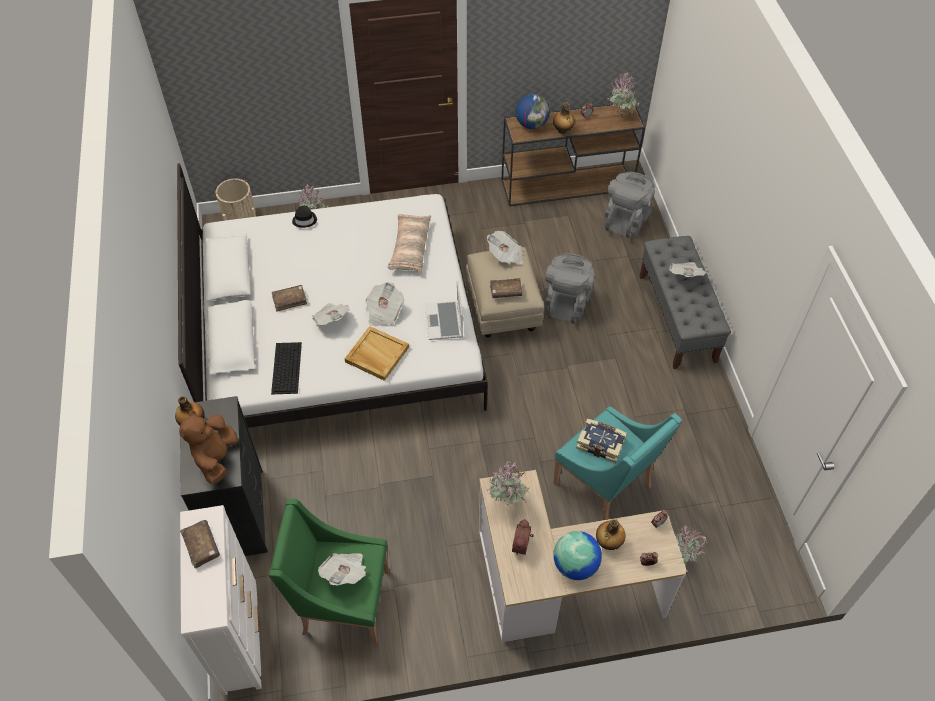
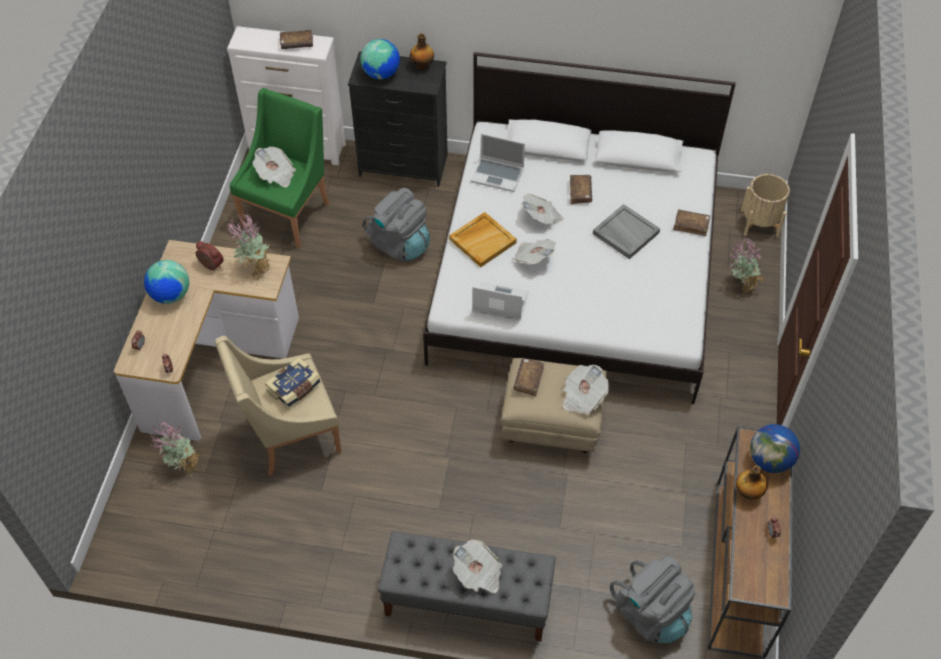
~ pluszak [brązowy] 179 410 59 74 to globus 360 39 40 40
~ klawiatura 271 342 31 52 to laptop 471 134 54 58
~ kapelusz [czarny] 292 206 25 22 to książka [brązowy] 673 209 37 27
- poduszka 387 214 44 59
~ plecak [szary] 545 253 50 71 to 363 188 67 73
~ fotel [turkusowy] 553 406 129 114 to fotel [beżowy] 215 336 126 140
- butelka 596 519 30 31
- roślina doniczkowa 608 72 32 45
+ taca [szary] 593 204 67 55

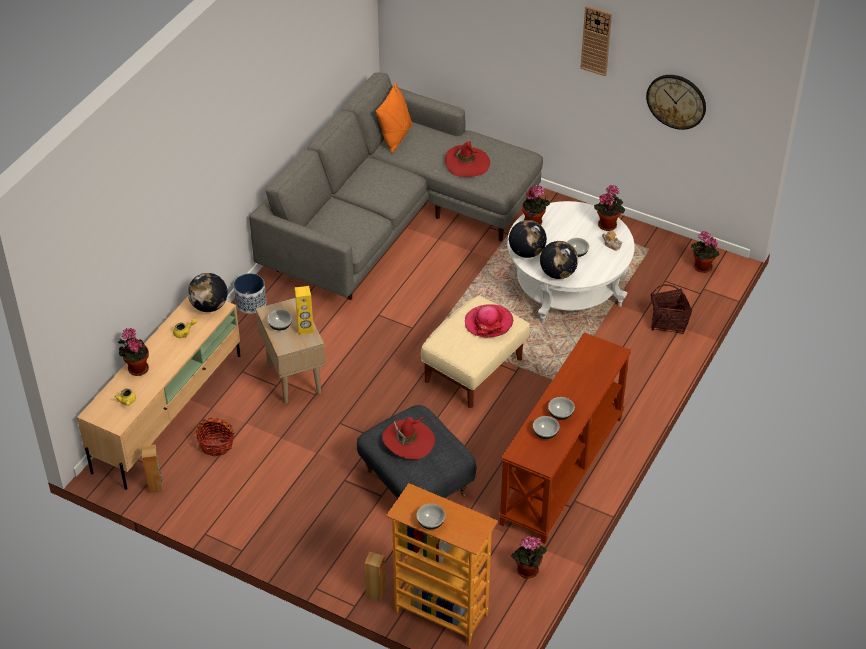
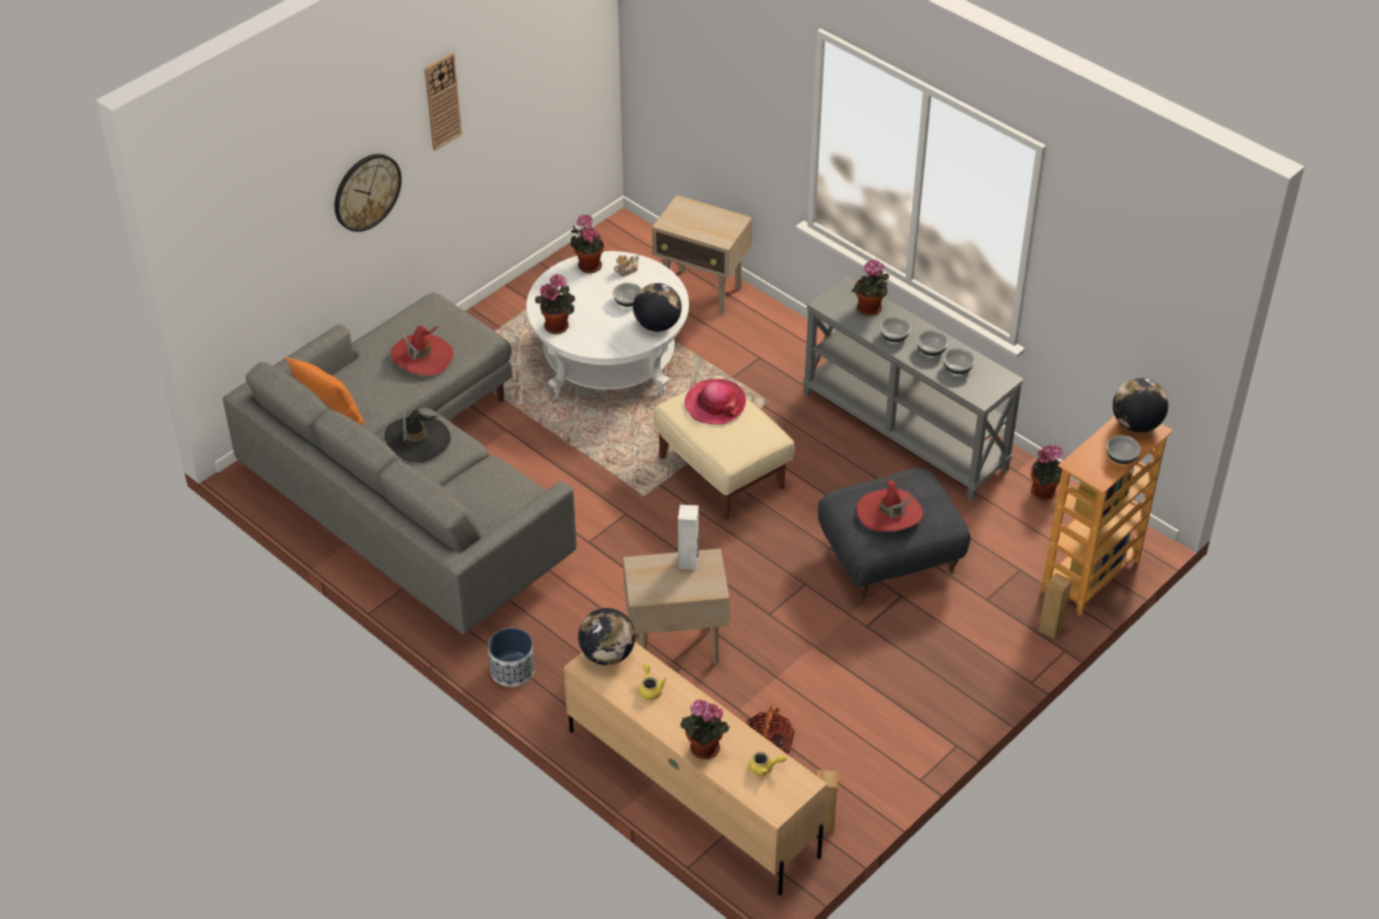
~ miska 267 310 25 20 to 879 317 32 25
~ głośnik [żółty] 295 286 19 49 to głośnik [biały] 678 505 21 65
~ stolik konsolowy [brązowy] 499 332 132 212 to stolik konsolowy [szary] 803 275 221 225
~ globus 509 220 38 38 to 1113 378 55 55
~ zegar ścienny 646 75 60 55 to 334 154 68 78
~ koszyk 651 284 41 50 to stolik [beżowy] 652 195 100 119
~ roślina doniczkowa 691 231 28 42 to 852 259 37 57
+ kapelusz [czarny] 385 409 66 54

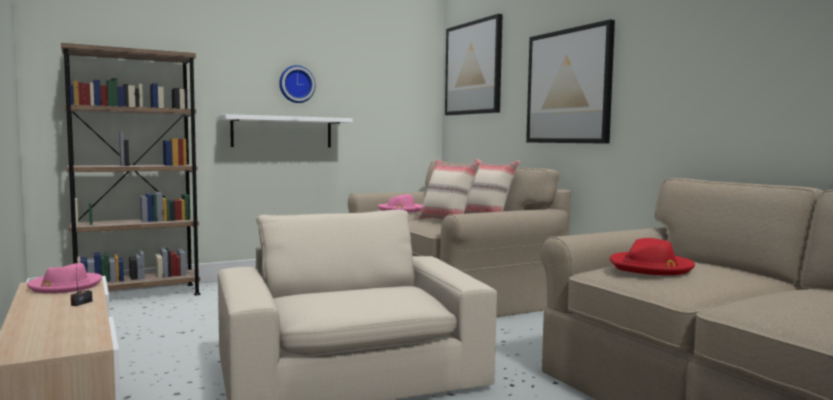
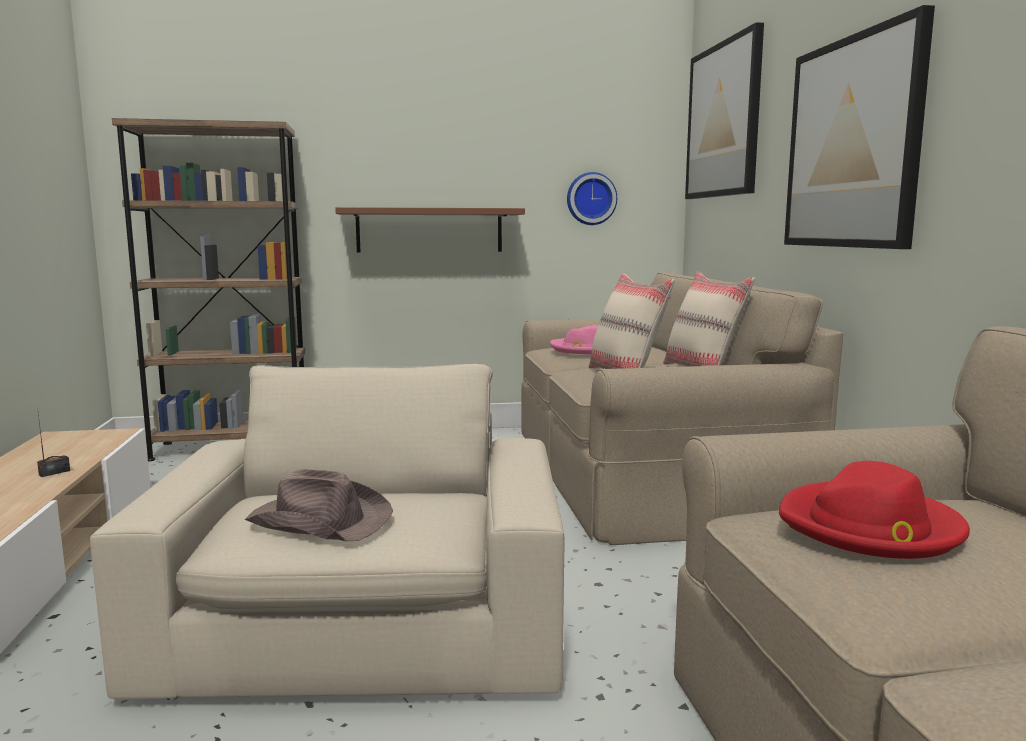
- kapelusz [różowy] 27 263 75 31
~ półka [biały] 218 114 135 33 to półka [brązowy] 335 207 190 45
~ zegar ścienny 279 65 36 38 to 567 172 50 53
+ kapelusz [brązowy] 245 469 148 72

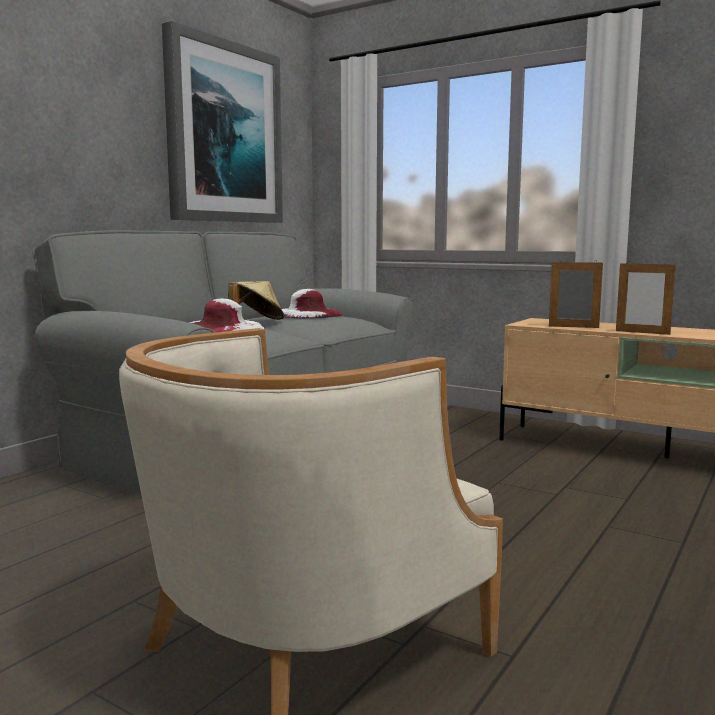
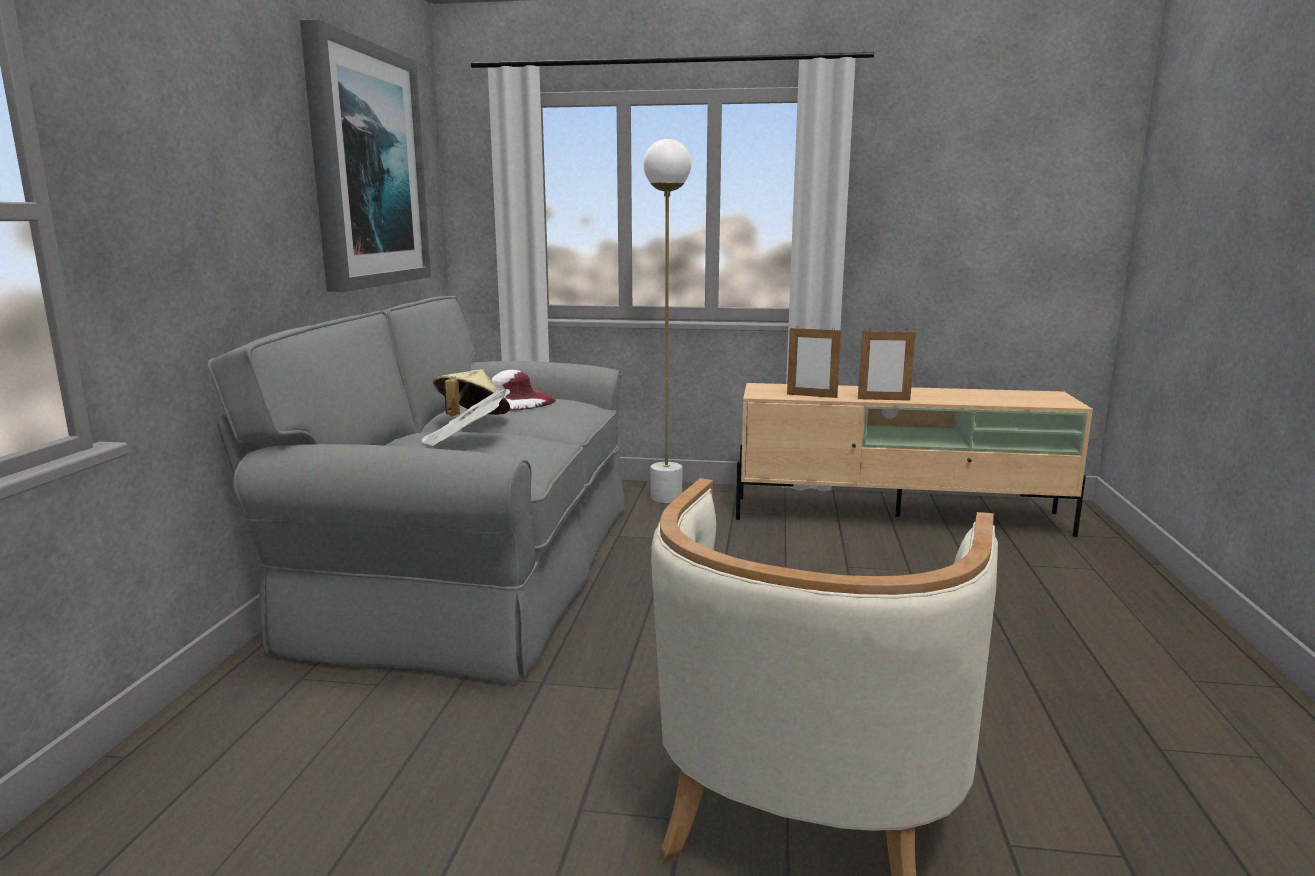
~ kapelusz [biały] 189 299 76 34 to gazeta 421 389 89 57
~ ramka na zdjęcie 549 260 54 68 = 787 326 54 72 150 degrees counterclockwise
+ lampa stojąca [biały] 643 139 48 364

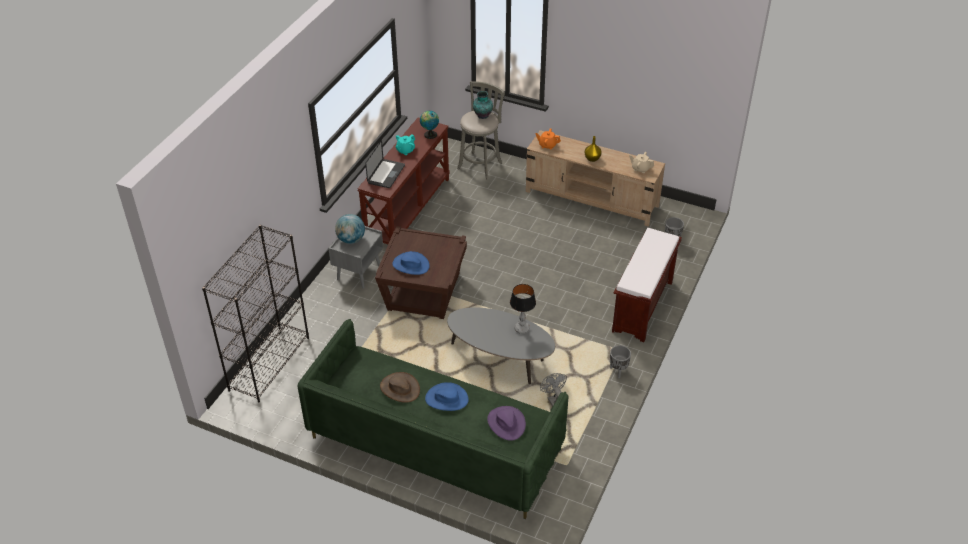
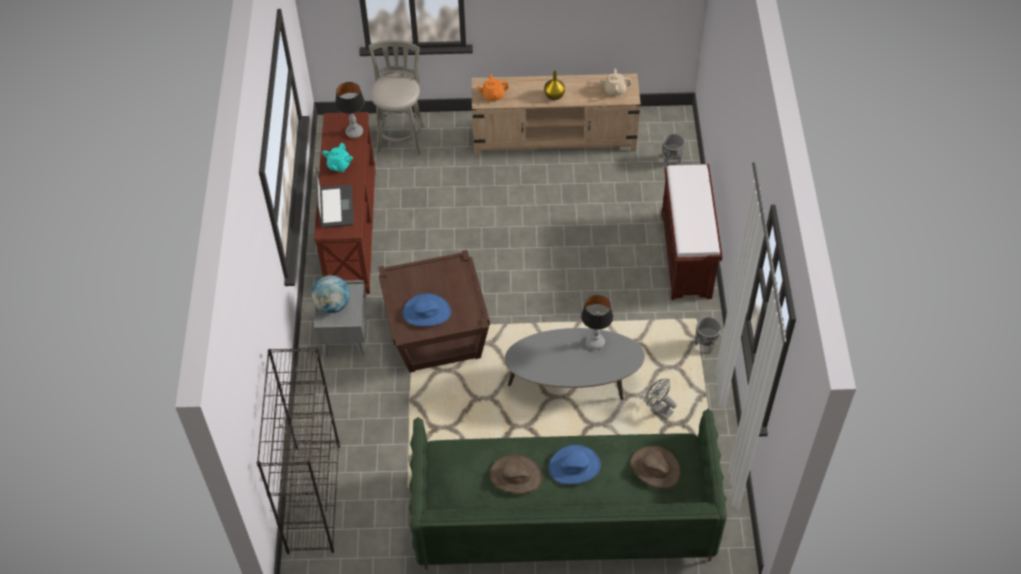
~ globus 420 111 19 28 to lampa stołowa 335 82 30 56
- wazon 473 91 20 28
~ kapelusz [fioletowy] 487 406 39 35 to kapelusz [brązowy] 631 446 50 43

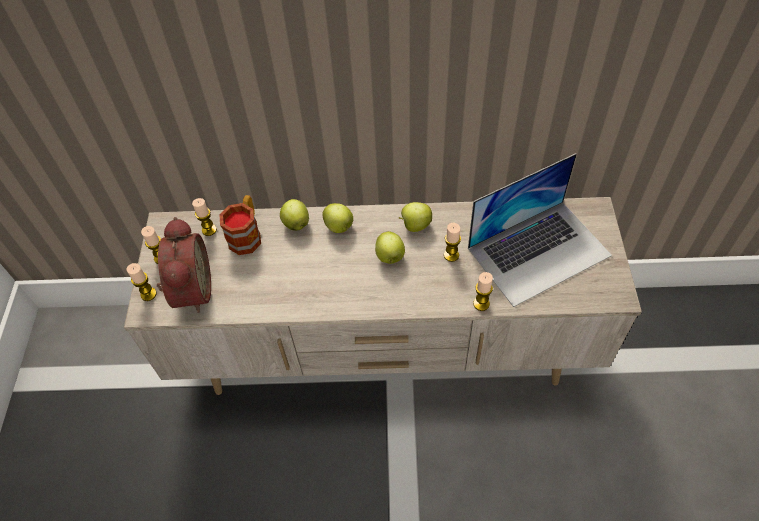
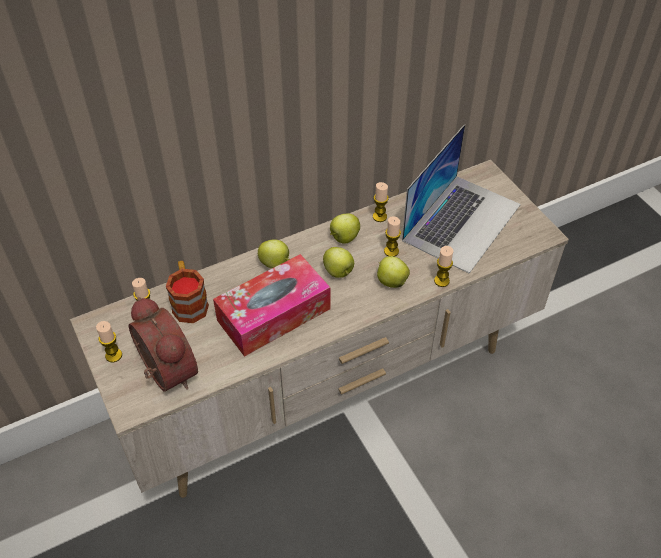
~ świeca 127 263 30 38 to 373 182 16 40
~ jabłko 280 199 29 32 to 377 256 33 32
+ pudełko chusteczek 213 254 117 103

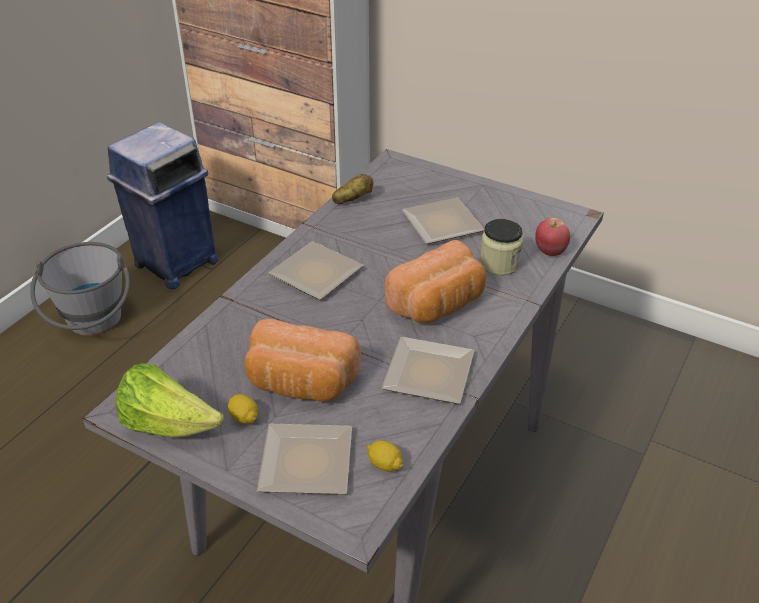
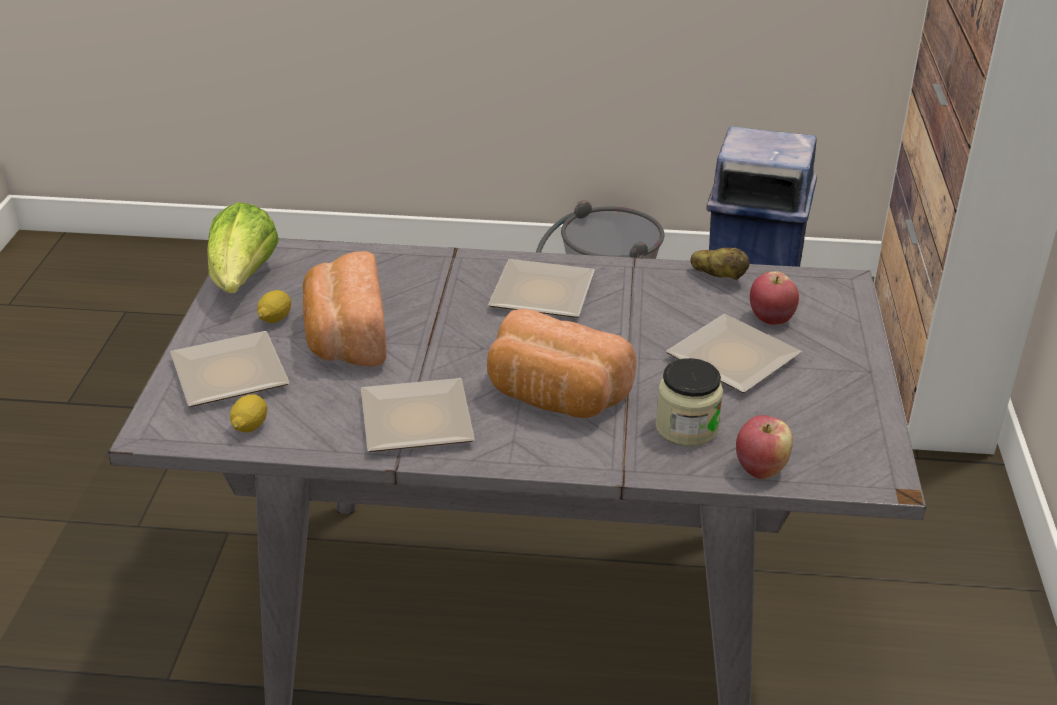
+ jabłko 750 272 49 53

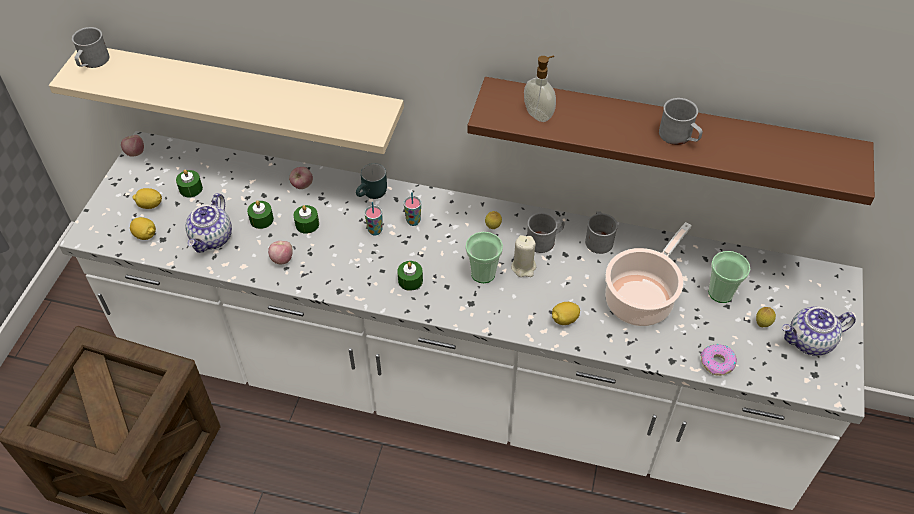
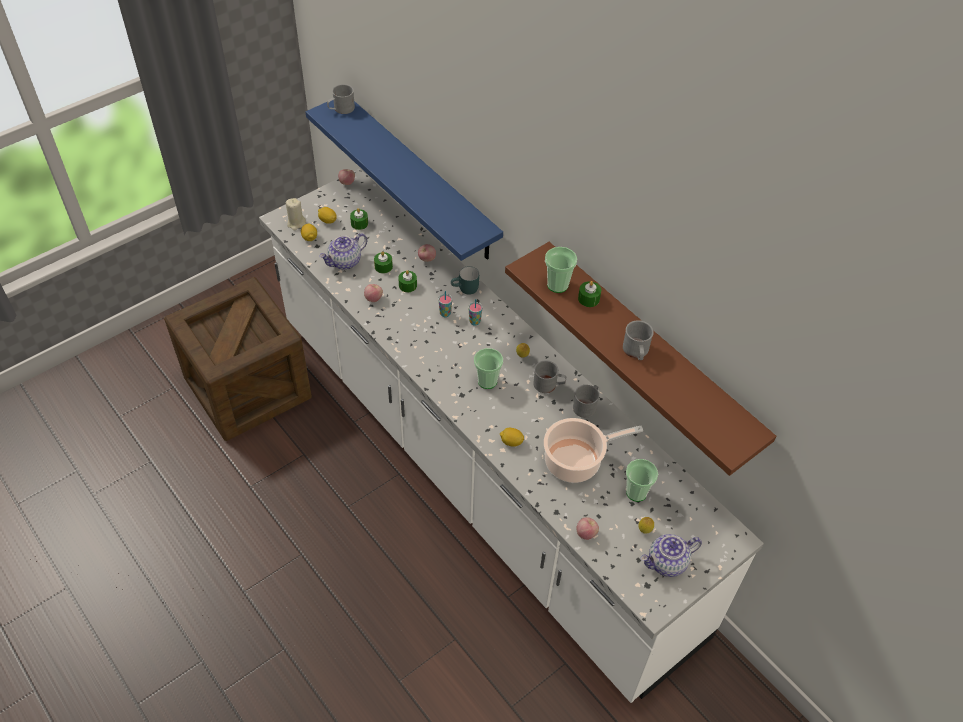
~ półka [beżowy] 49 48 355 106 to półka [niebieski] 306 100 197 161
~ świeca [zielony] 397 261 26 30 to 578 281 23 26
~ świeca [beżowy] 511 235 25 42 to 286 198 20 33
~ dozownik mydła 524 56 32 66 to filiżanka 545 247 32 46
~ donut 701 344 36 32 to jabłko 576 517 23 23
~ imbryk 781 306 75 50 = 640 534 62 43 45 degrees counterclockwise

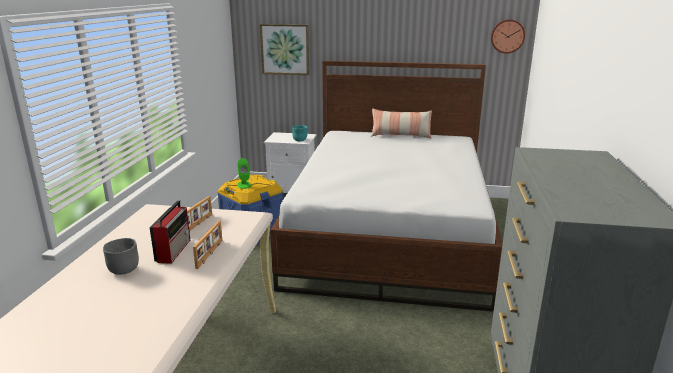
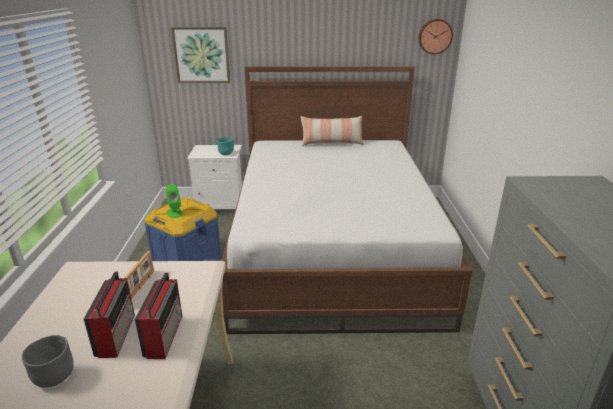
~ ramka na zdjęcie 193 220 29 49 to radio 135 272 47 87

